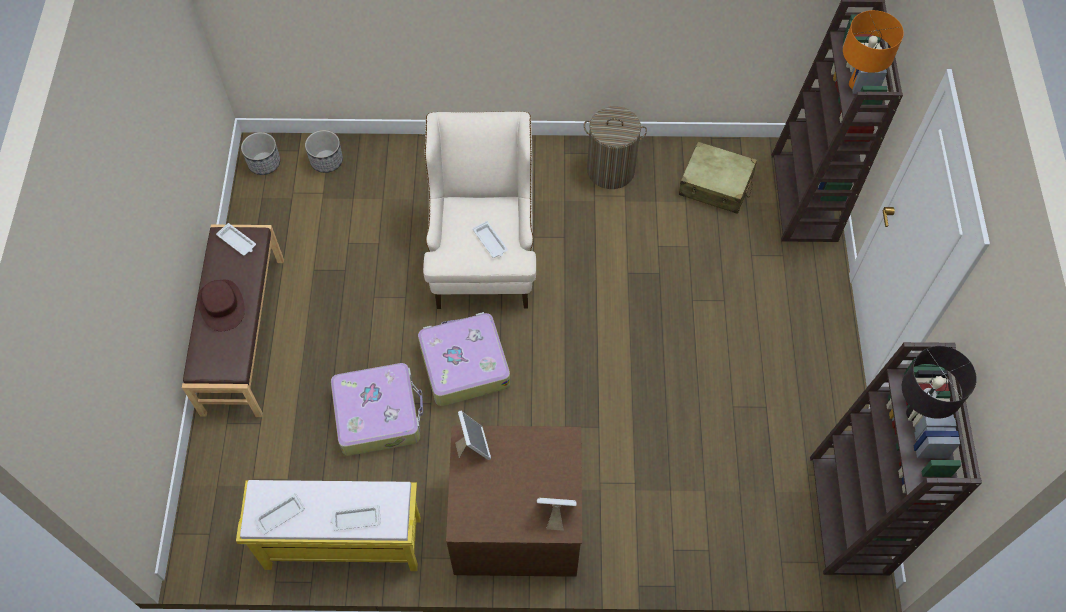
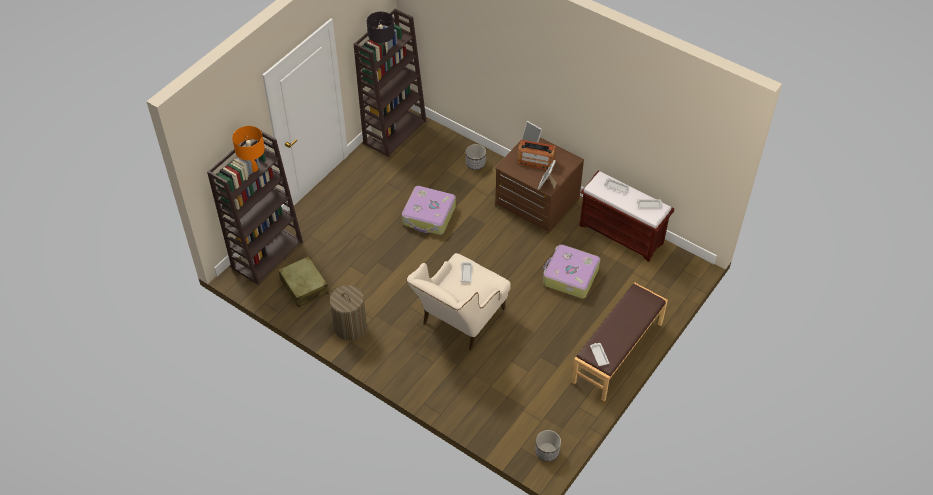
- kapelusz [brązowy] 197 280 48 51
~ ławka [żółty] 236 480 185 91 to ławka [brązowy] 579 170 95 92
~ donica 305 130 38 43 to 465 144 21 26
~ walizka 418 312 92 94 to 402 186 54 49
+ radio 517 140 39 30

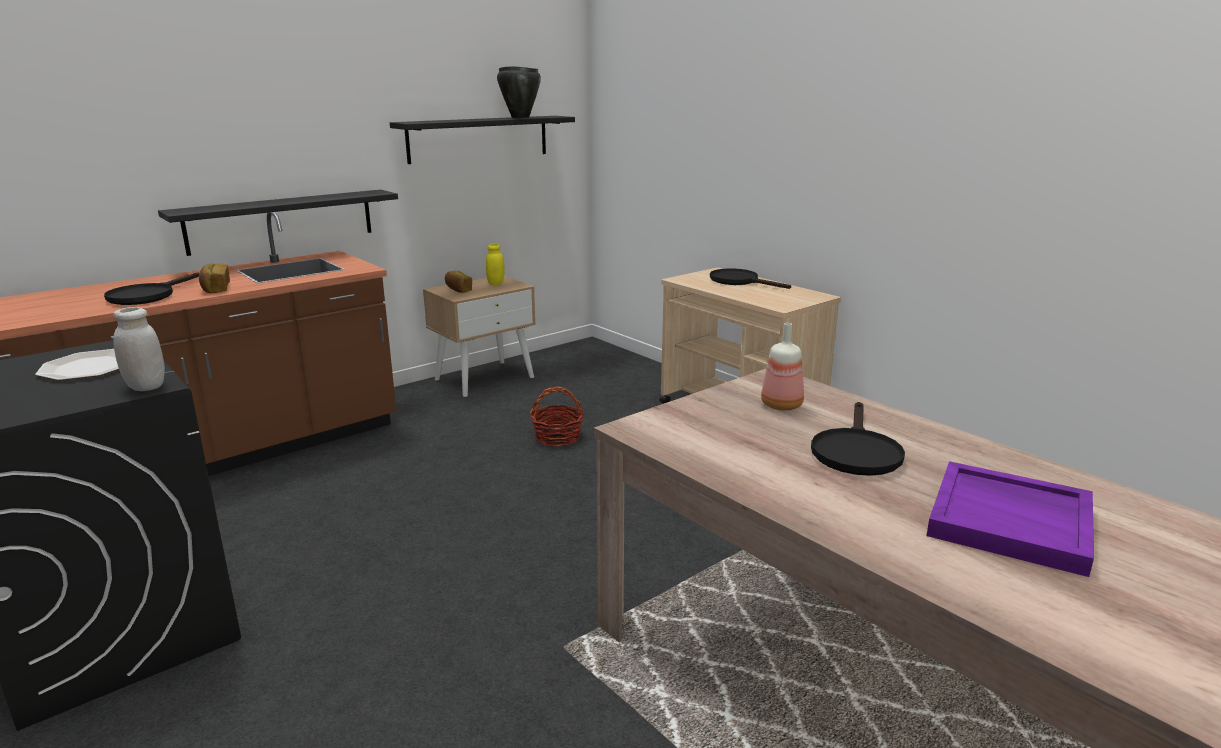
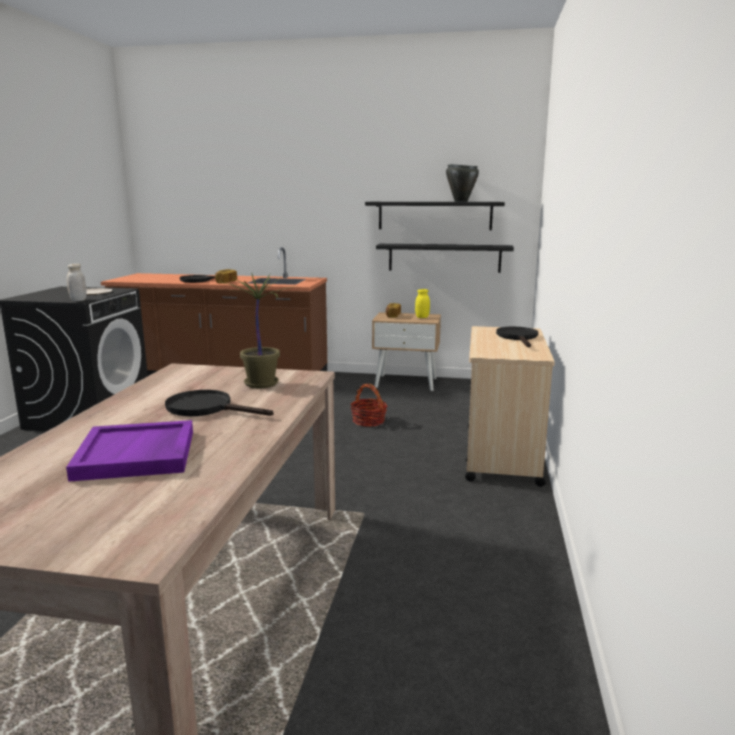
~ półka [czarny] 158 190 240 66 to 376 244 138 29
~ butelka 761 323 43 88 to roślina doniczkowa 221 273 69 115
~ patelnia [czarny] 811 402 94 74 = 165 390 108 26 45 degrees clockwise

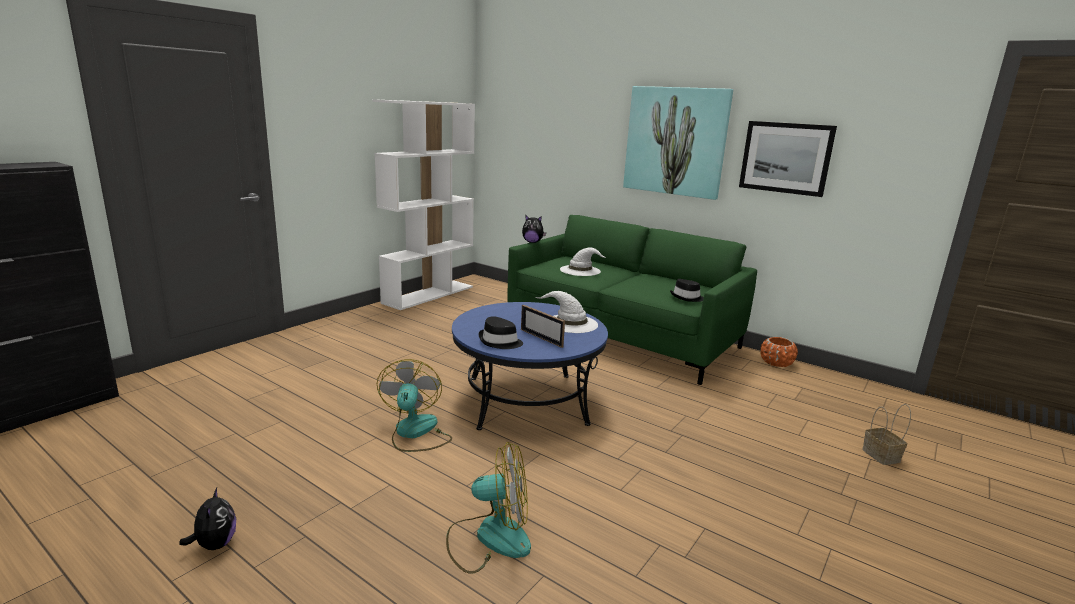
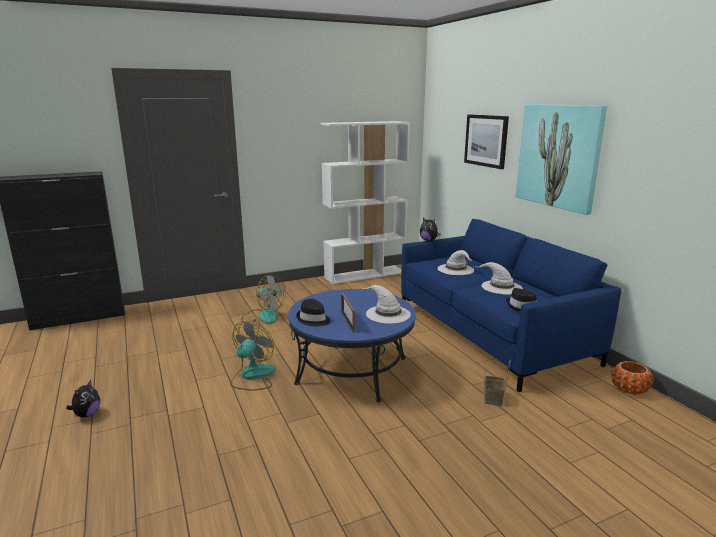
~ wentylator 446 442 85 132 to 242 274 44 50
~ kanapa [zielony] 507 215 250 170 to kanapa [niebieski] 401 219 221 173
~ obraz 739 121 98 76 to 464 114 45 55
~ koszyk 862 404 49 61 to 484 361 26 45
+ kapelusz [biały] 474 262 49 33

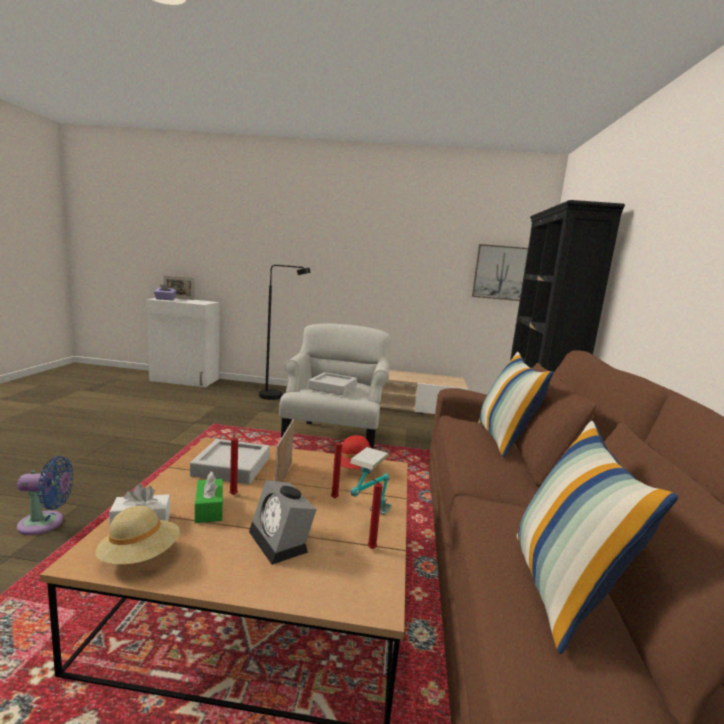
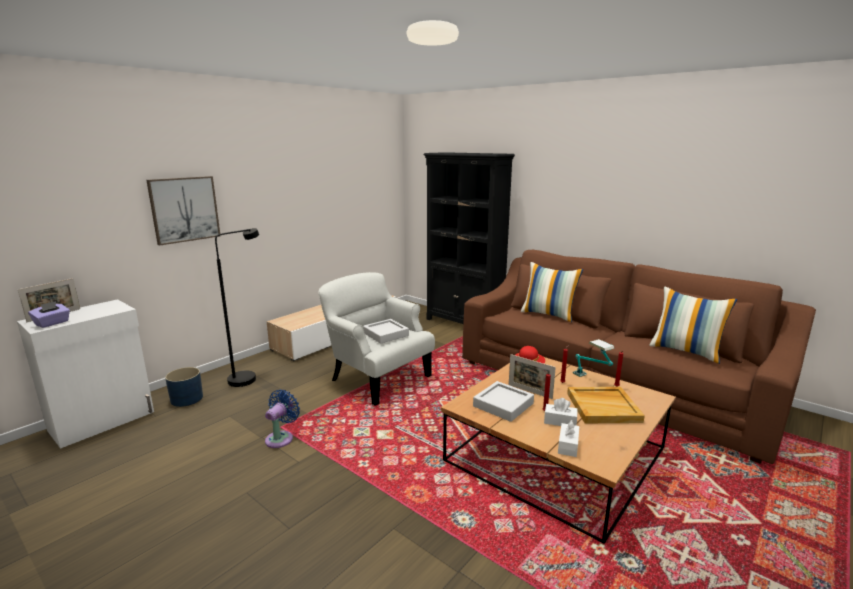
~ wentylator [niebieski] 17 456 57 79 to 265 390 35 58
- kapelusz [beżowy] 95 506 85 59
~ pudełko chusteczek [zielony] 195 472 28 51 to pudełko chusteczek [biały] 544 398 33 28
~ budzik 249 480 68 85 to taca [beżowy] 567 387 78 36
~ obraz 472 244 56 57 to 146 176 75 70
+ donica [niebieski] 165 367 38 40

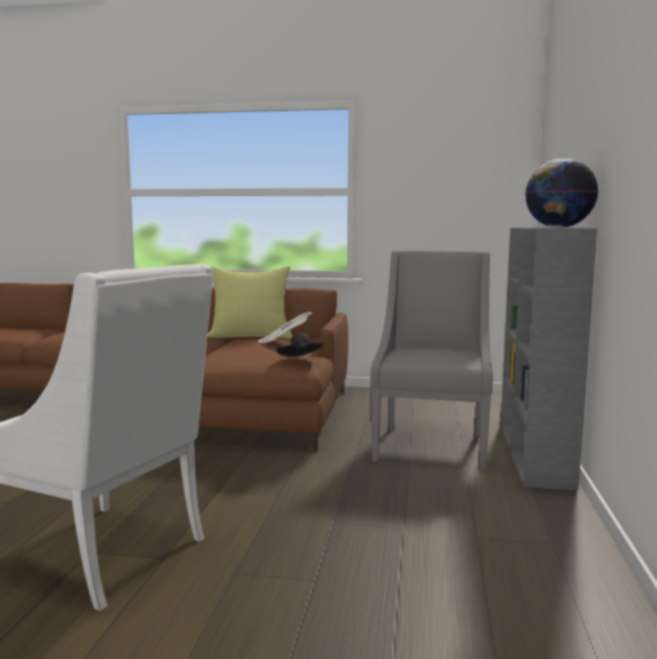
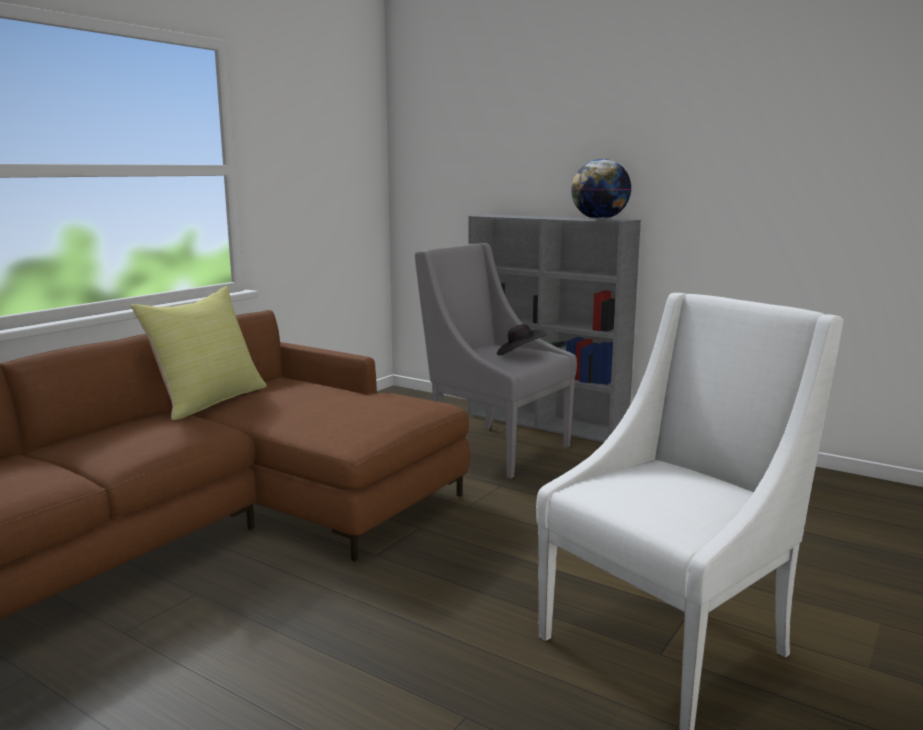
- gazeta 258 312 54 31
~ kapelusz [czarny] 277 334 47 23 to 497 324 50 31

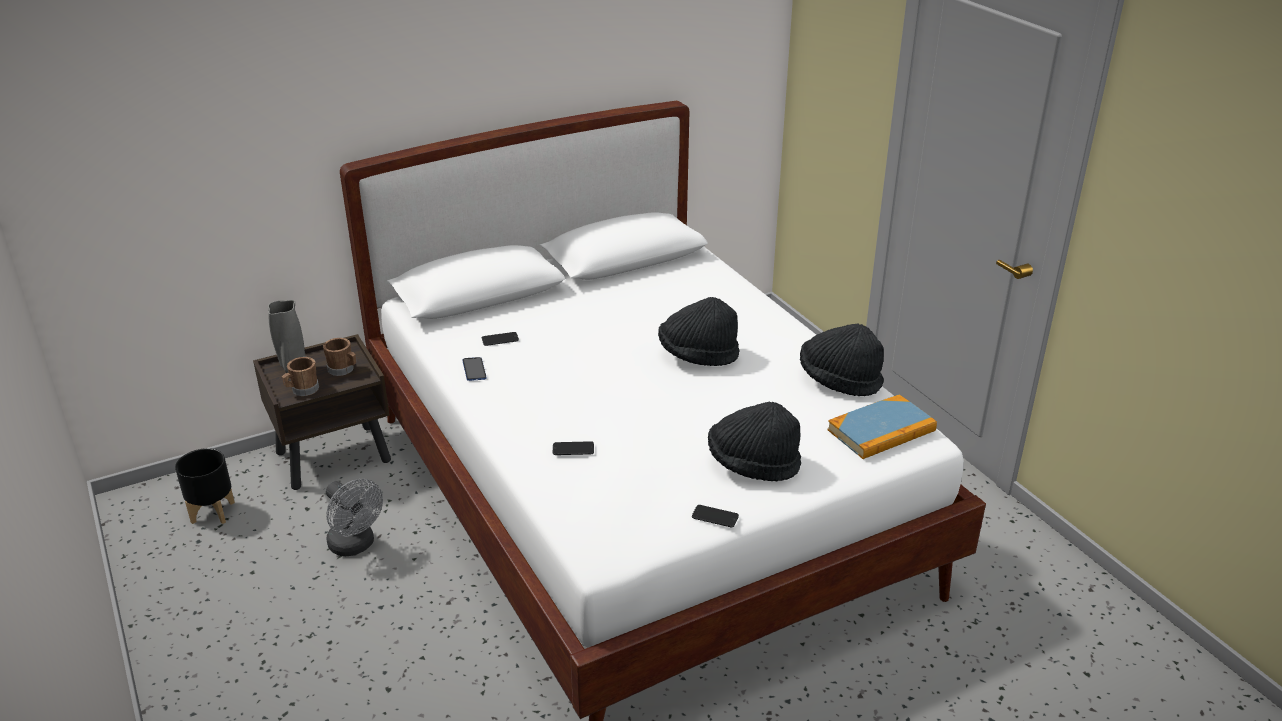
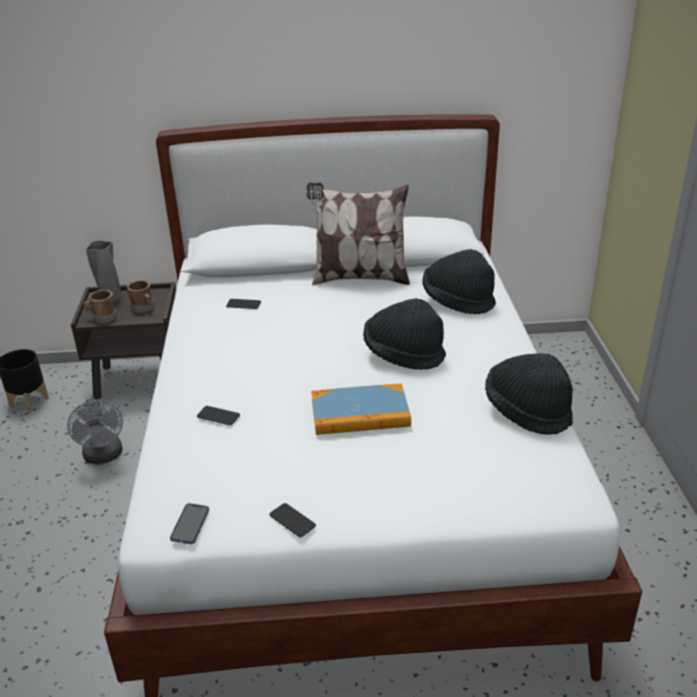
~ telefon 463 357 23 24 to 170 503 39 41
~ kapelusz [czarny] 708 401 93 80 to 422 249 74 65
~ książka 827 394 110 65 to 311 384 100 51
+ poduszka 306 182 104 103

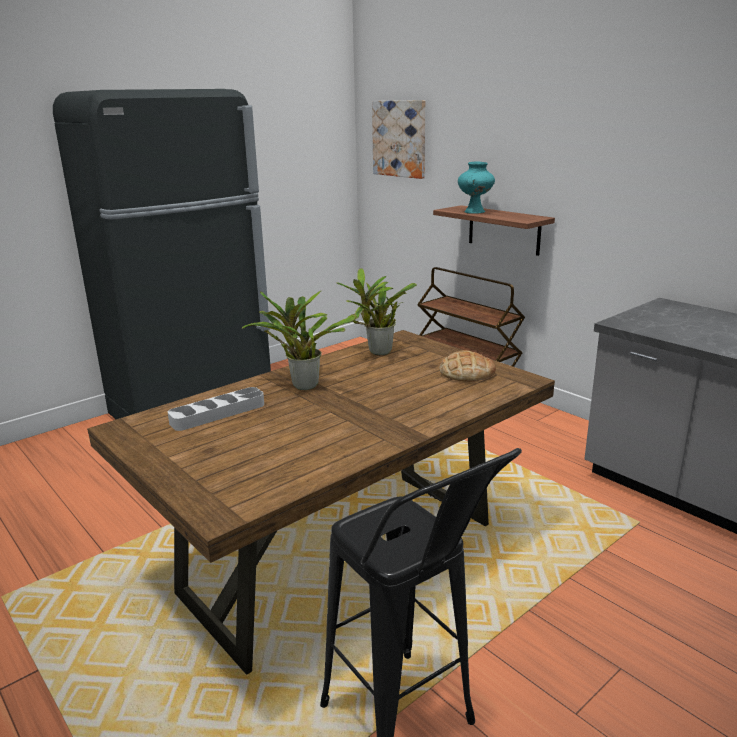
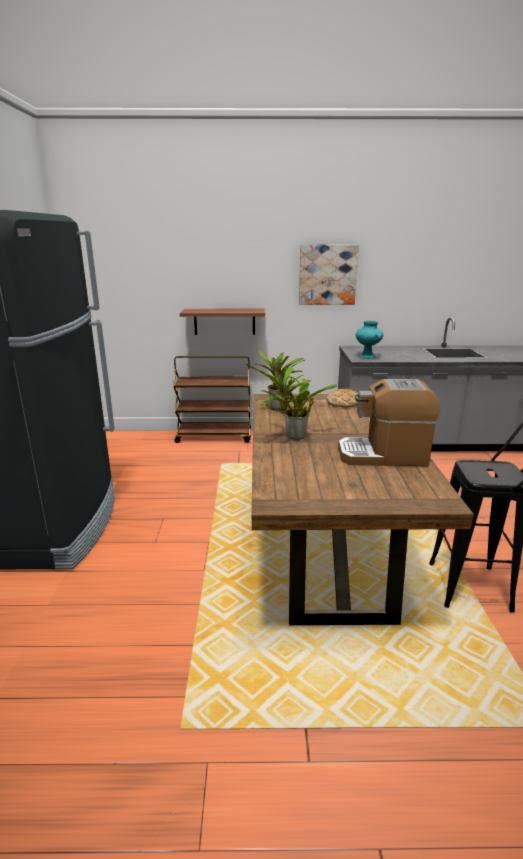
- taca [szary] 168 387 96 44
~ obraz 372 100 53 79 to 299 245 60 60
~ wazon [turkusowy] 458 162 37 52 to 356 321 27 38
+ ekspres do kawy 338 379 102 87

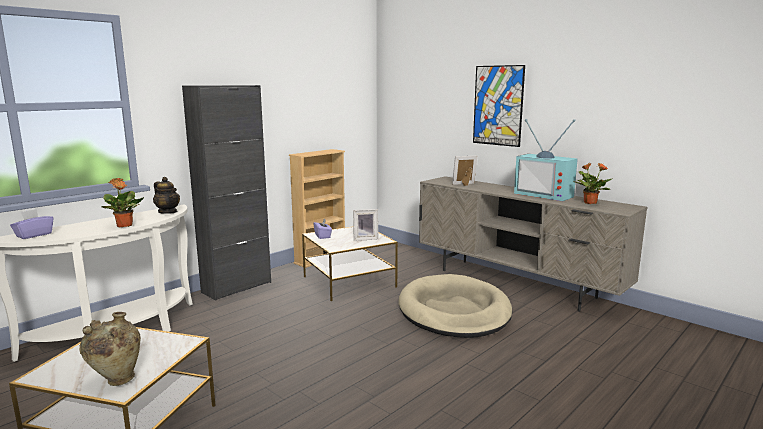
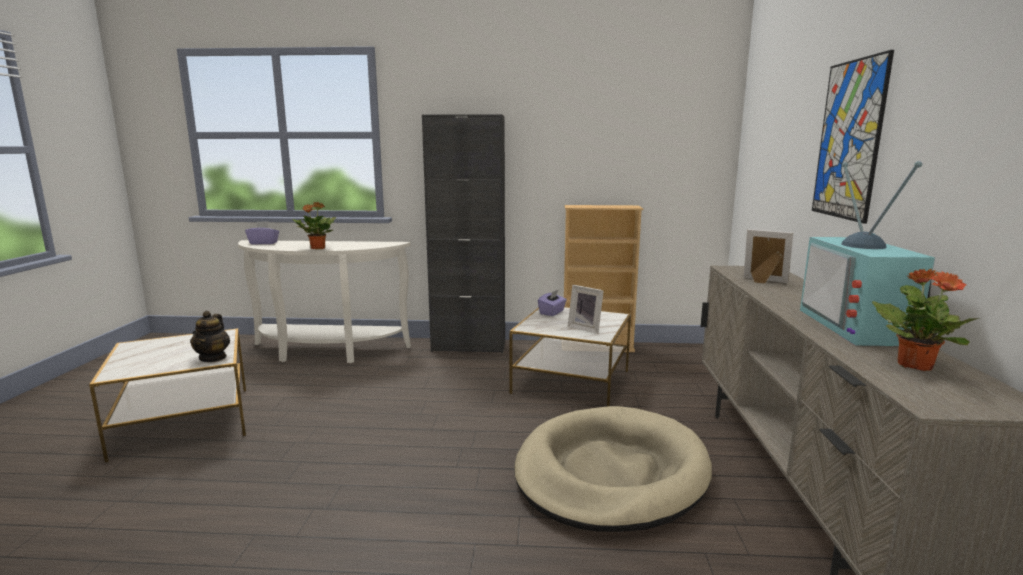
- wazon [beżowy] 79 312 62 74
~ imbryk 153 177 27 37 to 190 311 40 51

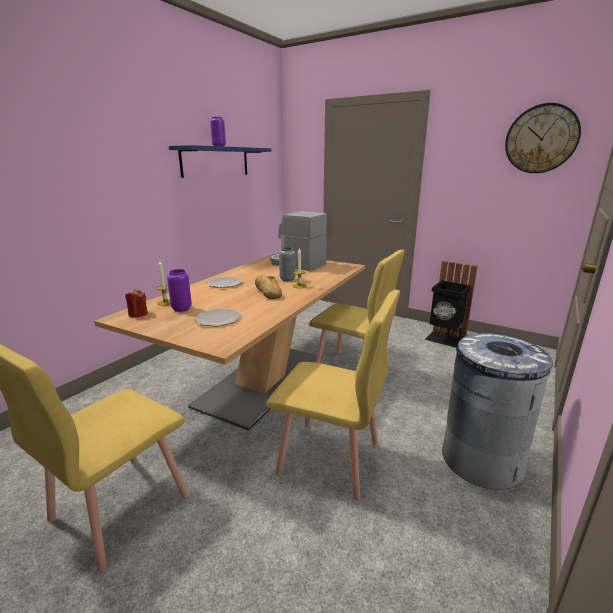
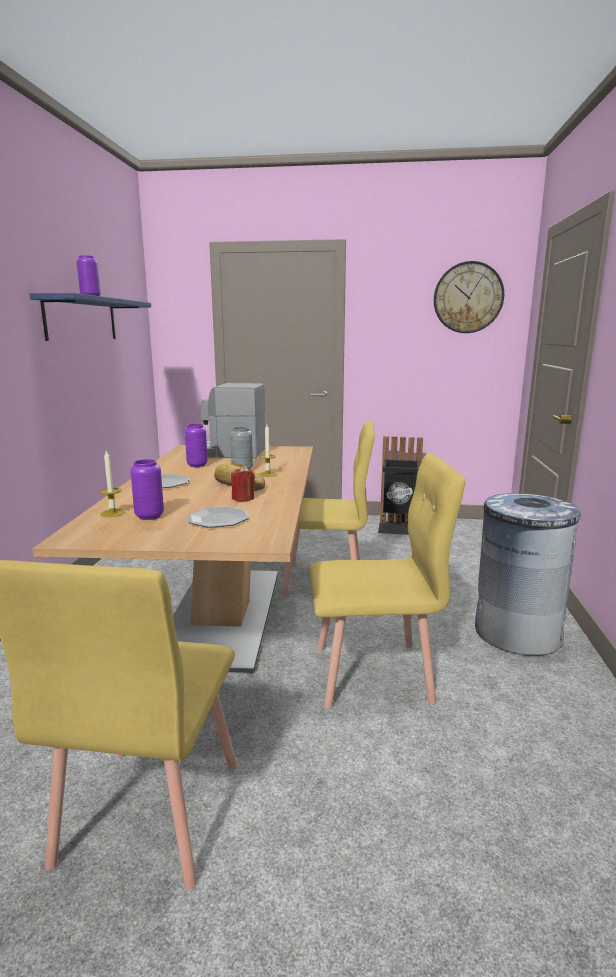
~ świeca [czerwony] 125 289 23 28 to 231 466 24 35
+ wazon [fioletowy] 185 424 23 43

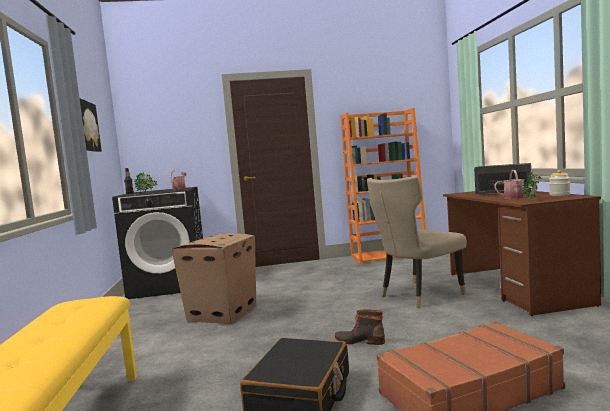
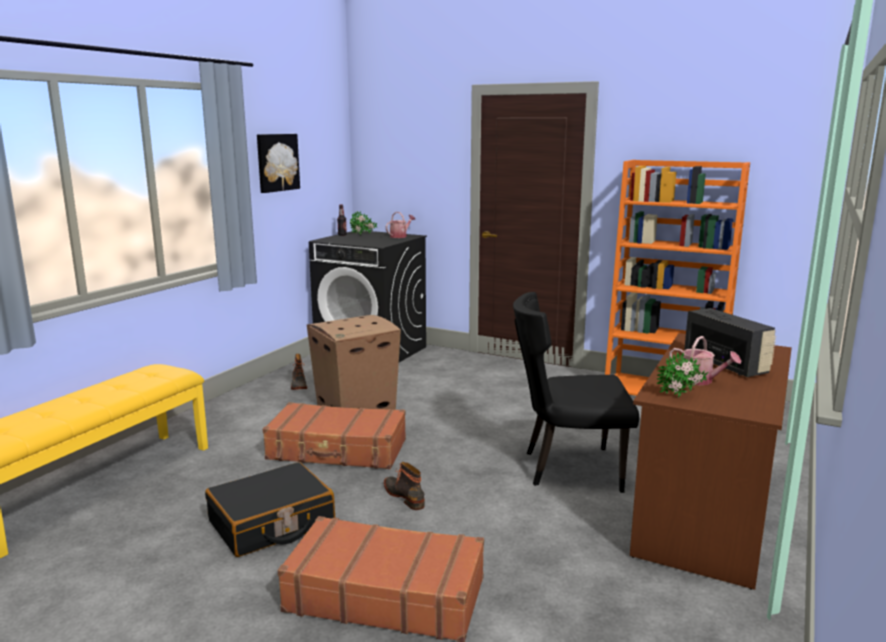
~ krzesło [beżowy] 367 176 100 132 to krzesło [czarny] 513 292 126 201
- słoik 549 170 22 26
+ walizka [brązowy] 263 402 143 67
+ but z cholewką 291 354 16 36

